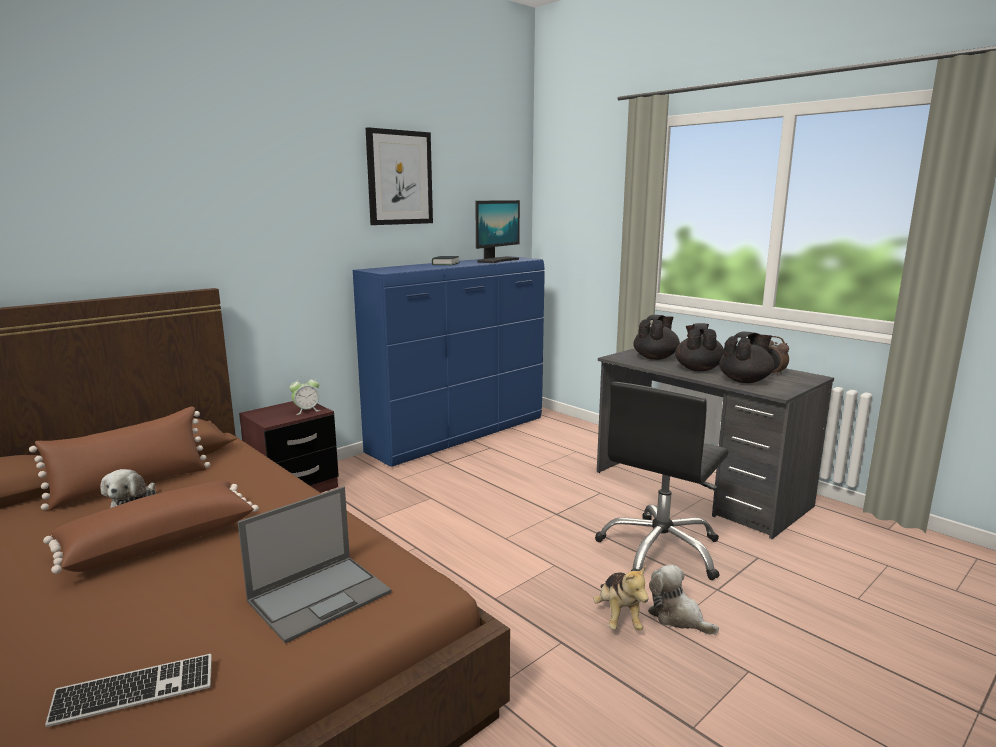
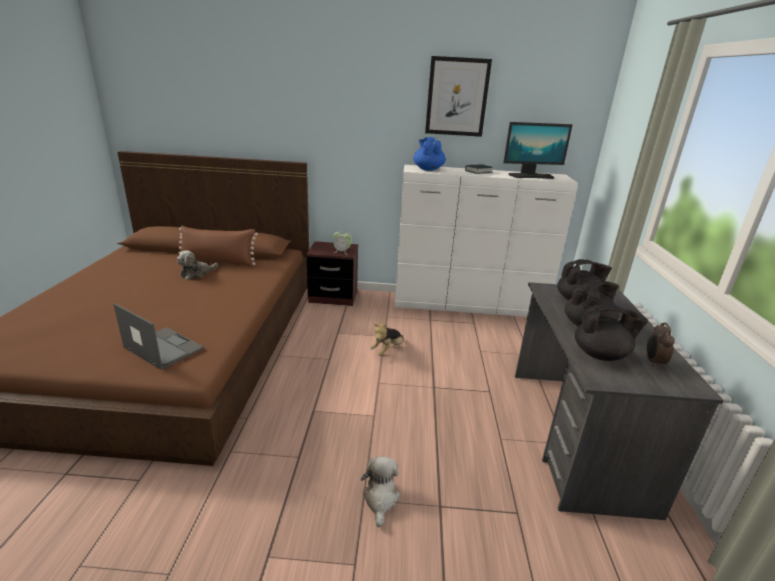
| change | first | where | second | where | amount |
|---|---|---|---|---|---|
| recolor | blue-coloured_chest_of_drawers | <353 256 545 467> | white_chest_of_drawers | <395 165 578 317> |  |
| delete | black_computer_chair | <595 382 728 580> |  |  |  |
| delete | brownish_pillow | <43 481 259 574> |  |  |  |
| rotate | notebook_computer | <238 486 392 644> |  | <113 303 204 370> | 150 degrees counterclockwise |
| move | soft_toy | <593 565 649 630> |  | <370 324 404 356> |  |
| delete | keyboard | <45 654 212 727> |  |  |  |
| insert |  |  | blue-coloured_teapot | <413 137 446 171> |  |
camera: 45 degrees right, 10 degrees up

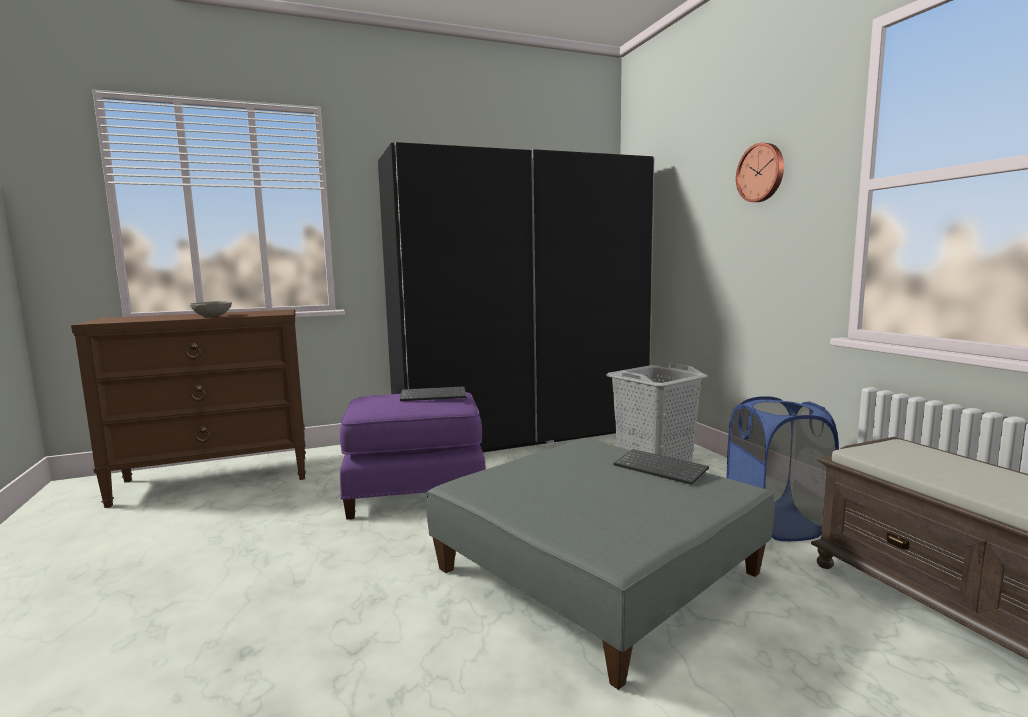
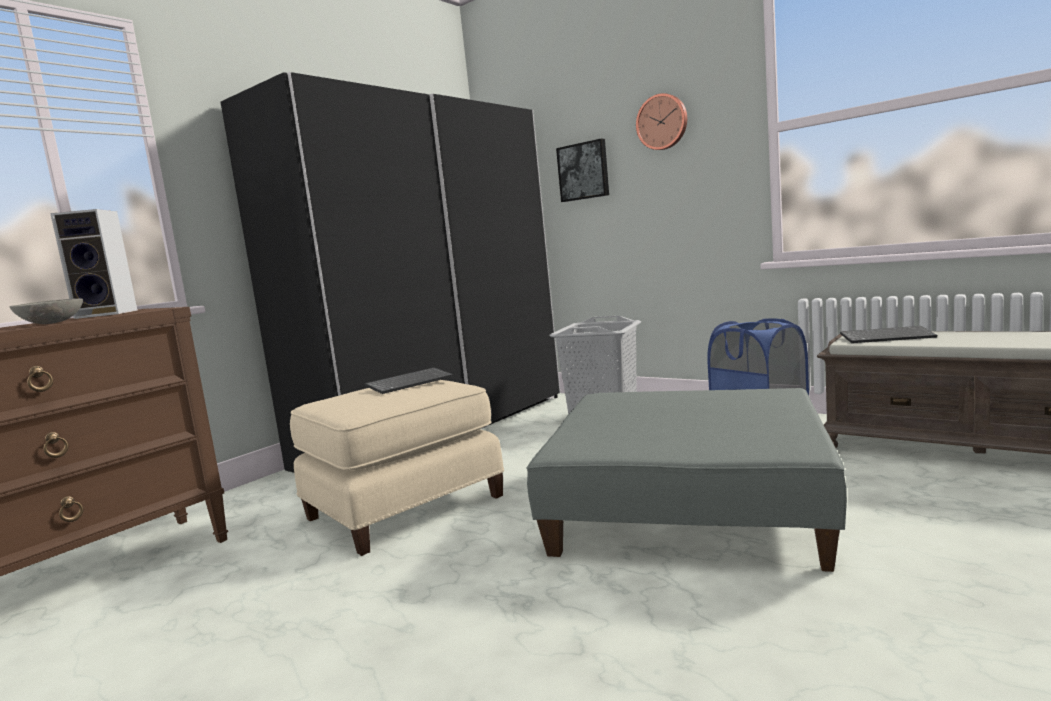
| change | first | where | second | where | amount |
|---|---|---|---|---|---|
| recolor | purple_footrest | <340 392 486 520> | sand-coloured_footrest | <290 380 504 556> |  |
| move | keyboard | <614 449 709 485> |  | <840 326 937 343> |  |
| insert |  |  | wall_picture | <556 138 609 202> |  |
| insert |  |  | audio_speaker | <50 209 138 319> |  |
camera: 30 degrees left, 0 degrees up

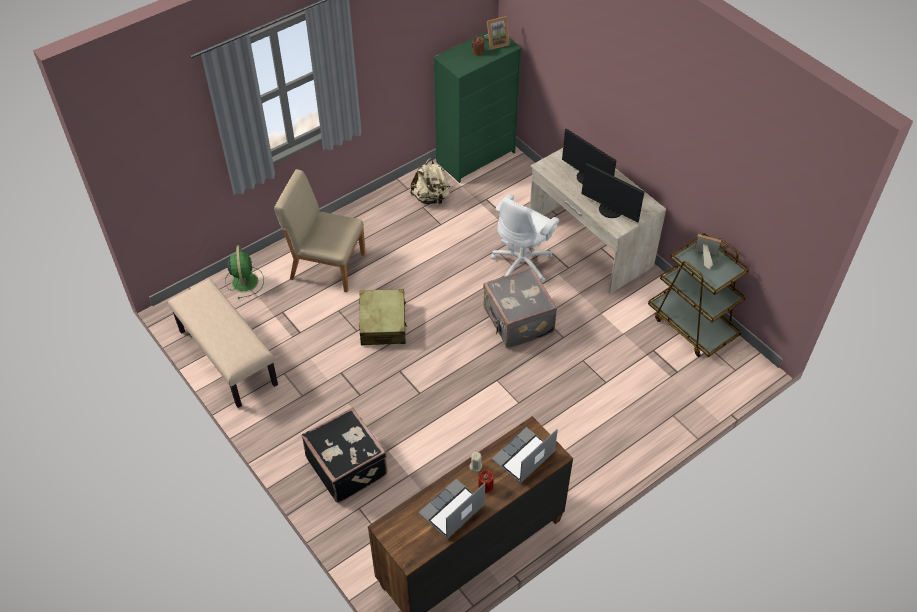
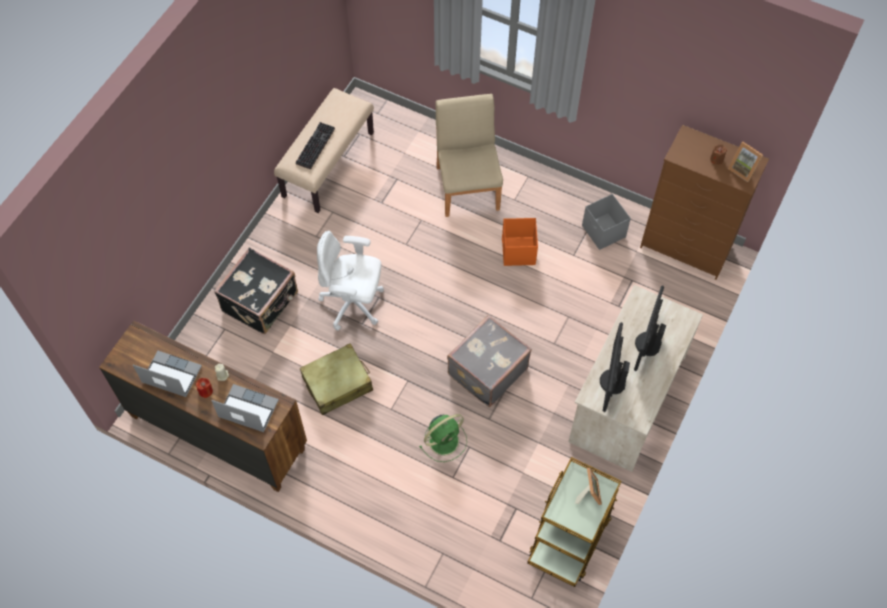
| change | first | where | second | where | amount |
|---|---|---|---|---|---|
| recolor | greenish_chest_of_drawers | <433 31 522 183> | brownish_chest_of_drawers | <640 125 769 280> |  |
| replace | sand-coloured_knapsack | <410 158 450 204> | greyish_storage_container | <582 194 631 250> |  |
| move | white_computer_chair | <491 194 559 283> |  | <317 231 384 331> |  |
| move | greenish_cooling_fan | <225 245 264 299> |  | <420 414 467 462> |  |
| move | sand-coloured_travel_case | <359 289 407 345> |  | <300 343 373 415> |  |
| insert |  |  | keyboard | <296 122 335 169> |  |
| insert |  |  | orangey_storage_container | <502 218 538 266> |  |
camera: 65 degrees right, 10 degrees up

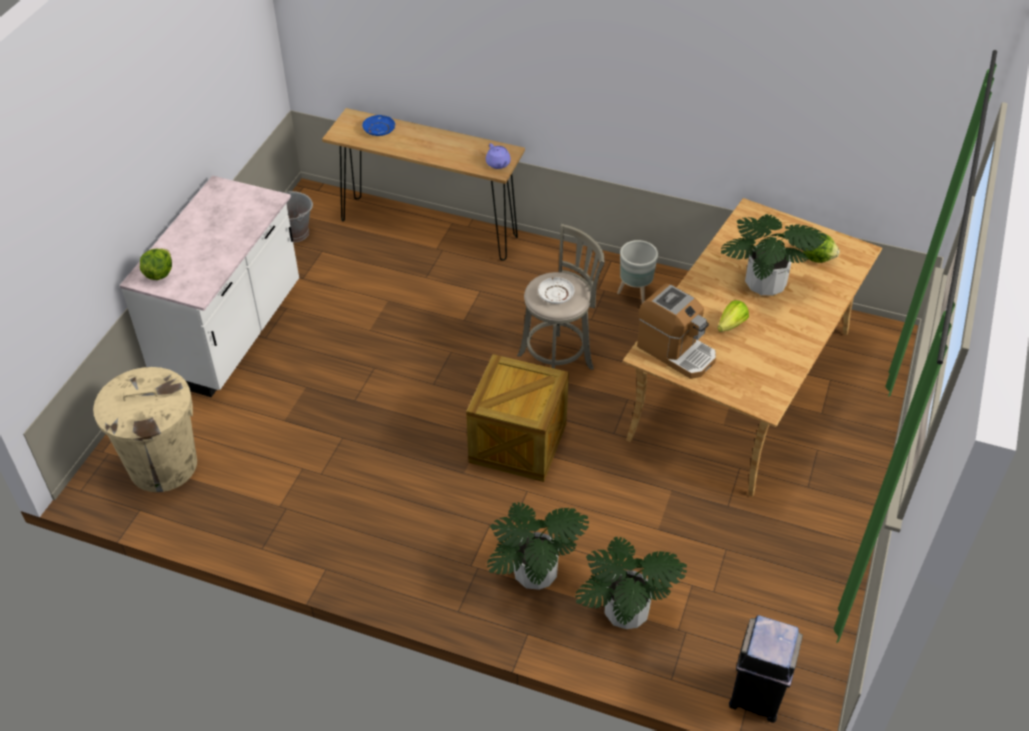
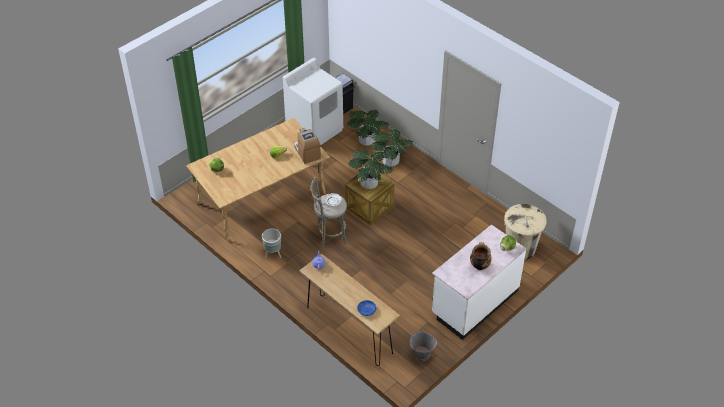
| change | first | where | second | where | amount |
|---|---|---|---|---|---|
| move | potted_plant | <721 214 827 296> |  | <348 150 393 189> |  |
| insert |  |  | white_laundry_machine | <283 58 343 145> |  |
| insert |  |  | saucepot | <470 242 492 270> |  |
camera: 155 degrees left, 0 degrees up

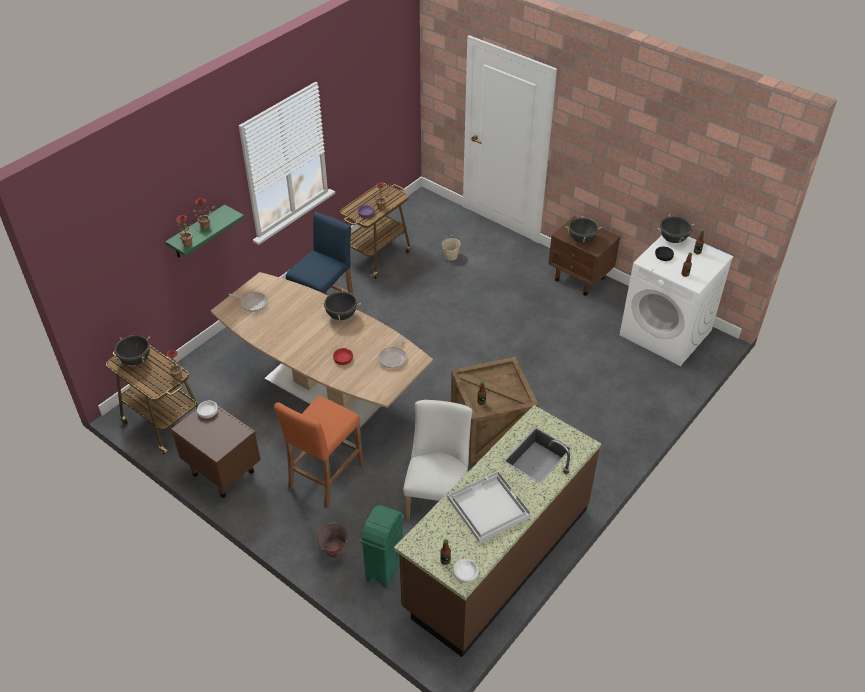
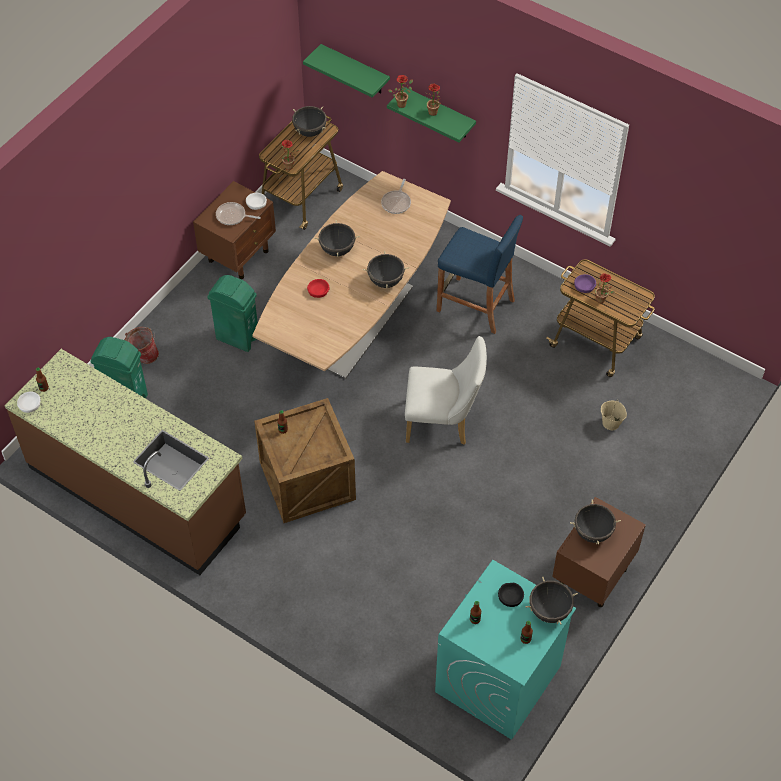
| change | first | where | second | where | amount |
|---|---|---|---|---|---|
| recolor | white_laundry_machine | <620 235 734 366> | turquoise_laundry_machine | <435 560 576 740> |  |
| move | frying_pan | <378 336 407 368> |  | <216 202 261 225> |  |
| replace | orangey_sitting_stool | <274 396 363 509> | greenish_trash_can | <207 275 258 352> |  |
| move | white_chair | <403 400 472 519> |  | <405 336 487 445> |  |
| delete | white_tray | <447 471 532 543> |  |  |  |
| insert |  |  | greenish_wall_shelf | <303 44 390 98> |  |
| insert |  |  | black_saucepot | <314 220 360 257> |  |
camera: 85 degrees right, 10 degrees up

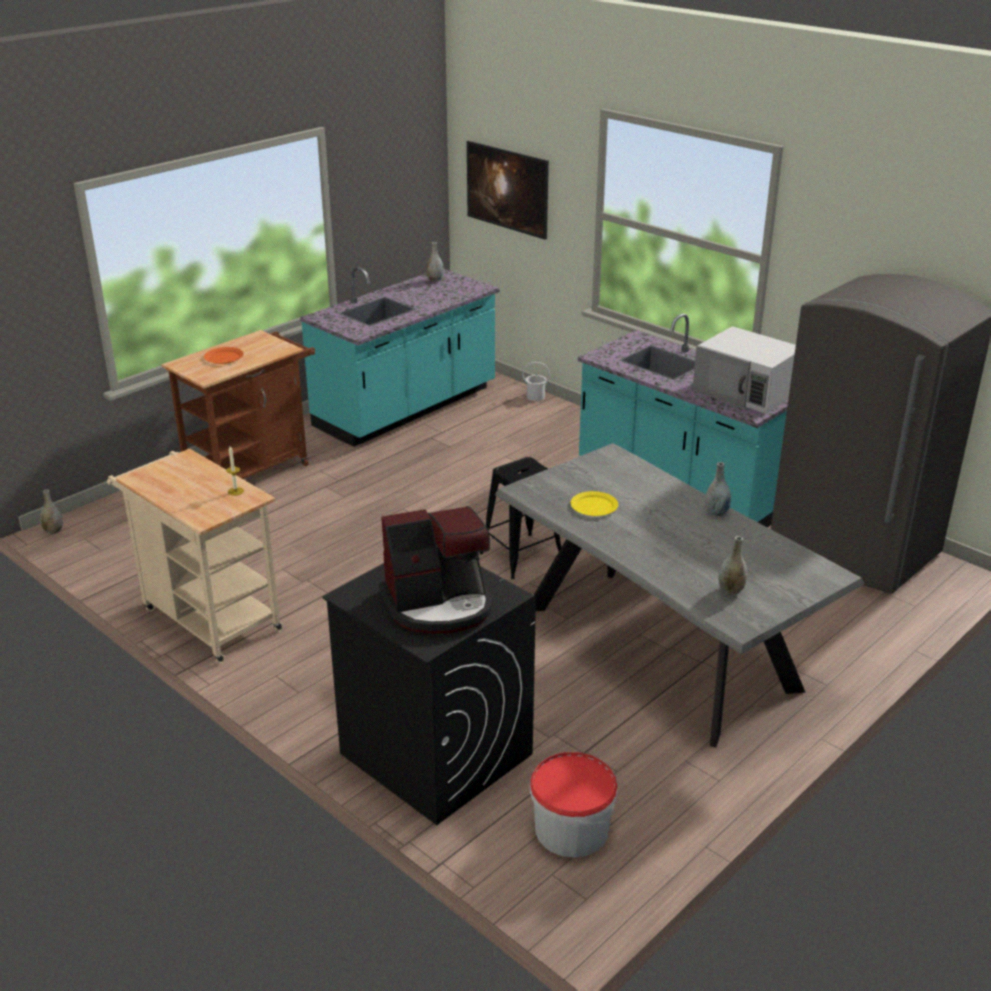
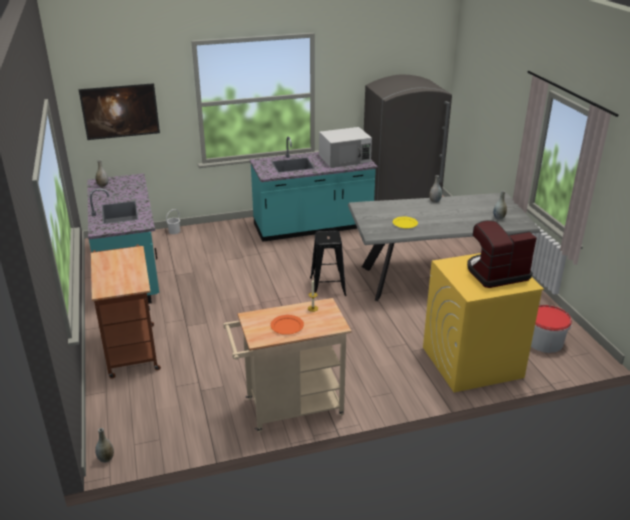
| change | first | where | second | where | amount |
|---|---|---|---|---|---|
| move | orangey_dinner_plate | <204 347 244 364> |  | <270 315 304 335> |  |
| rotate | coffee_maker | <379 506 492 634> |  | <467 220 537 288> | 120 degrees counterclockwise |
| recolor | black_laundry_machine | <322 564 536 825> | yellow-coloured_laundry_machine | <423 253 544 392> |  |
camera: 60 degrees left, 0 degrees up

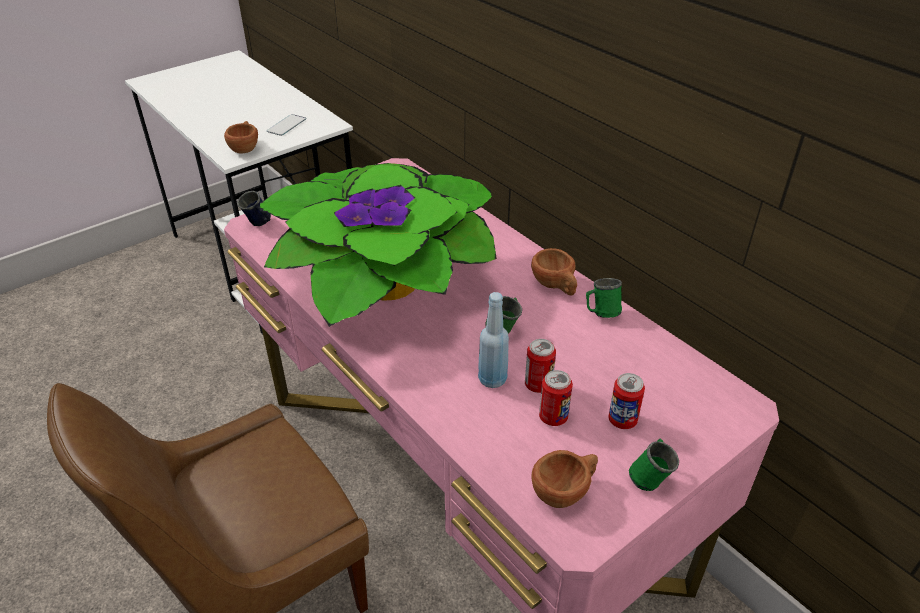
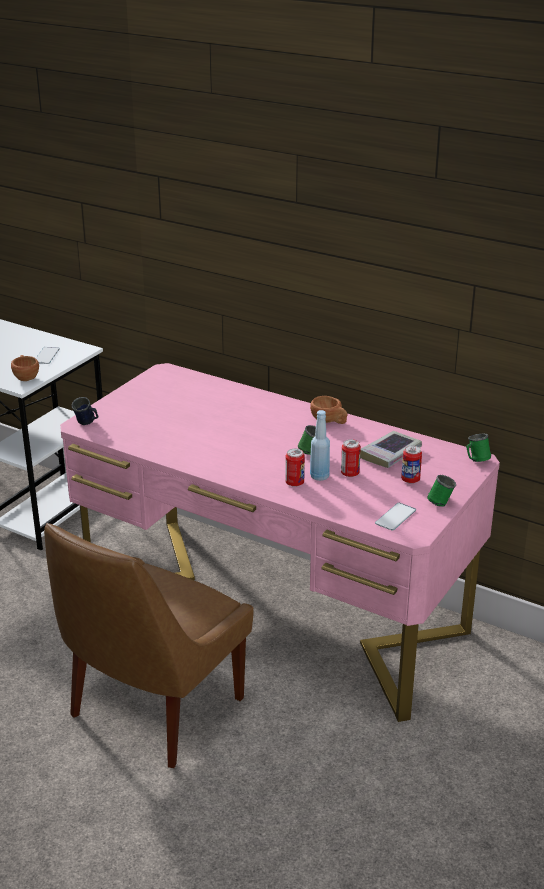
| change | first | where | second | where | amount |
|---|---|---|---|---|---|
| delete | potted_plant | <260 163 497 327> |  |  |  |
| move | greenish_mug | <586 278 622 318> |  | <466 434 491 462> |  |
| move | can | <539 370 573 426> |  | <285 448 305 487> |  |
| replace | brownish_cup | <531 450 598 508> | handset | <375 503 416 531> |  |
| insert |  |  | volume | <360 431 422 468> |  |
camera: 20 degrees left, 10 degrees down

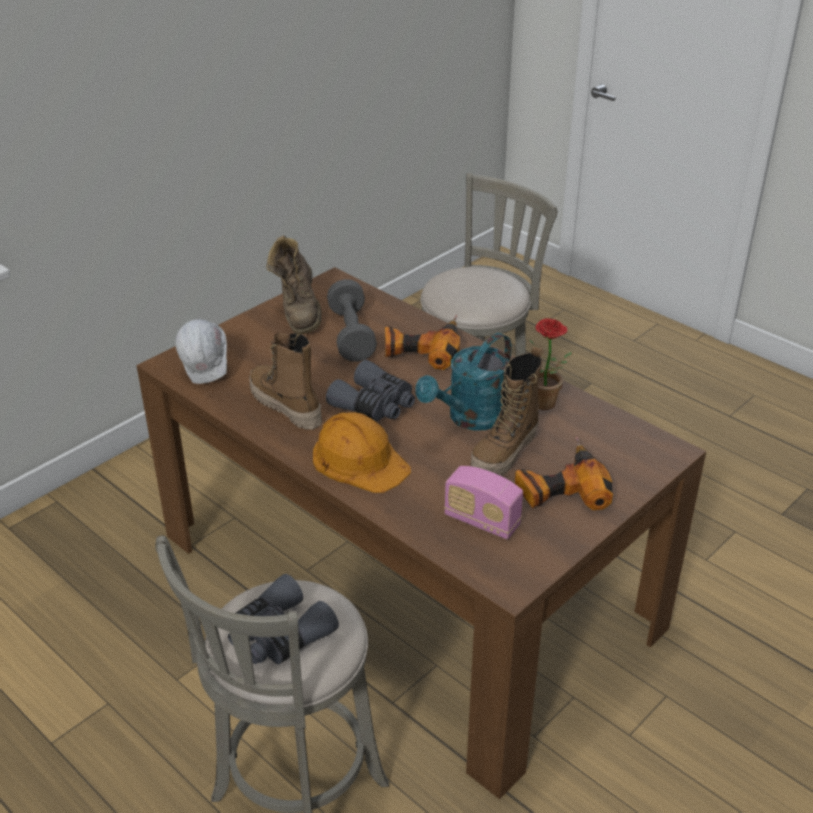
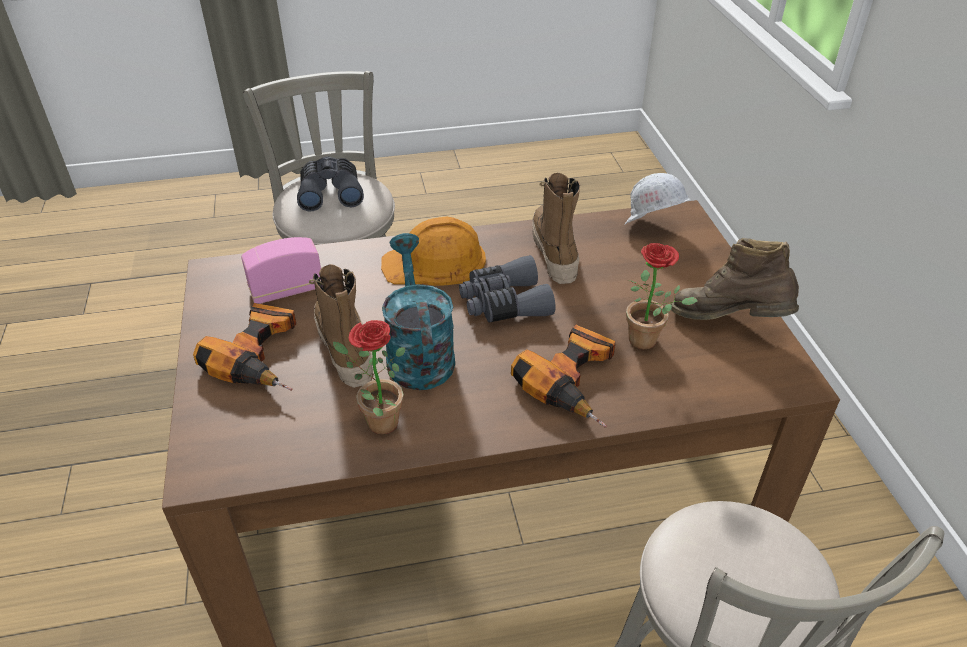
| change | first | where | second | where | amount |
|---|---|---|---|---|---|
| replace | greyish_hand_weight | <327 279 377 362> | potted_plant | <626 243 697 349> |  |
| rotate | tall_boot | <249 333 322 430> |  | <532 173 580 284> | 90 degrees counterclockwise |
camera: 125 degrees right, 5 degrees up

